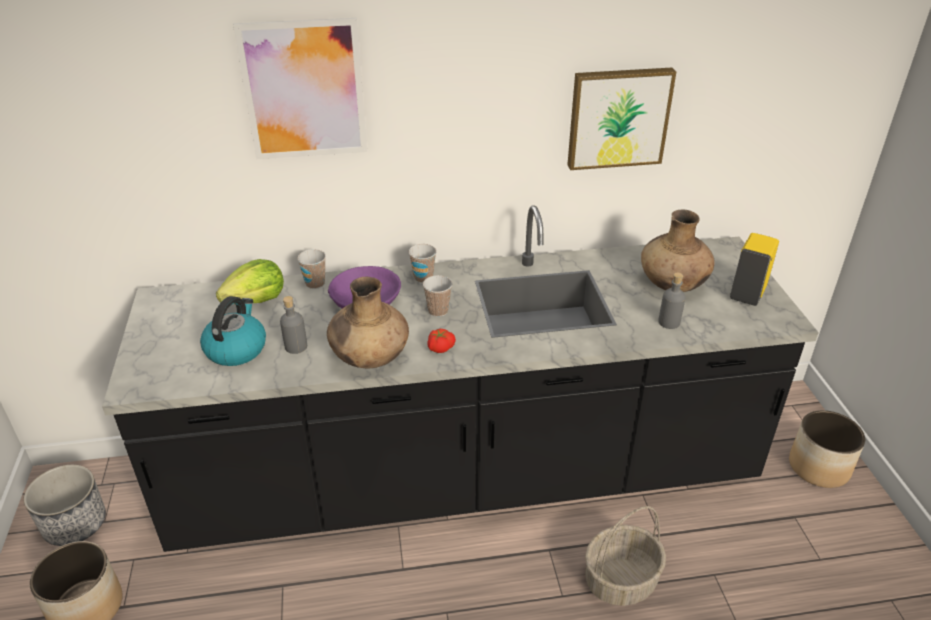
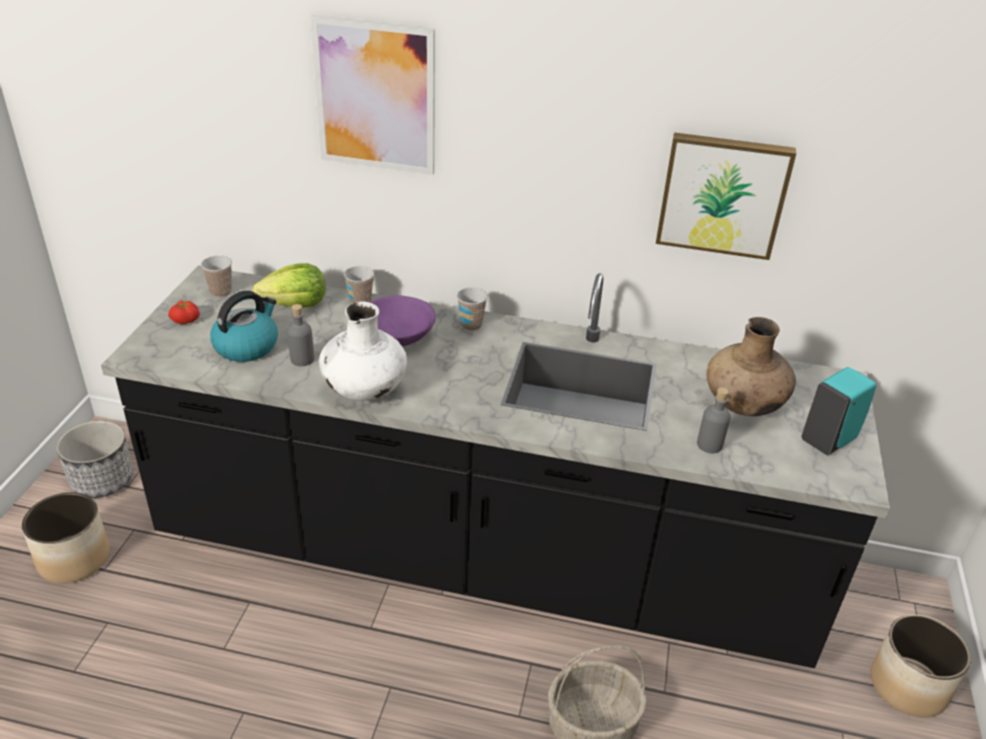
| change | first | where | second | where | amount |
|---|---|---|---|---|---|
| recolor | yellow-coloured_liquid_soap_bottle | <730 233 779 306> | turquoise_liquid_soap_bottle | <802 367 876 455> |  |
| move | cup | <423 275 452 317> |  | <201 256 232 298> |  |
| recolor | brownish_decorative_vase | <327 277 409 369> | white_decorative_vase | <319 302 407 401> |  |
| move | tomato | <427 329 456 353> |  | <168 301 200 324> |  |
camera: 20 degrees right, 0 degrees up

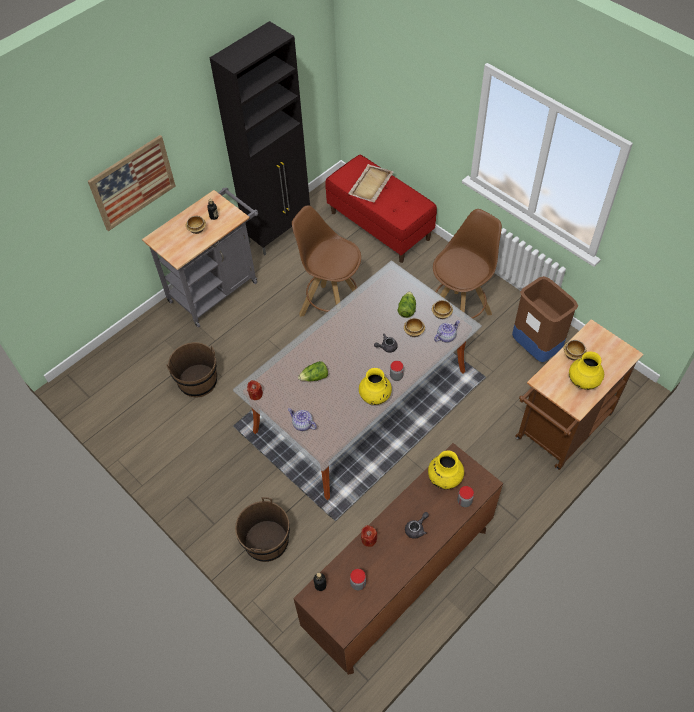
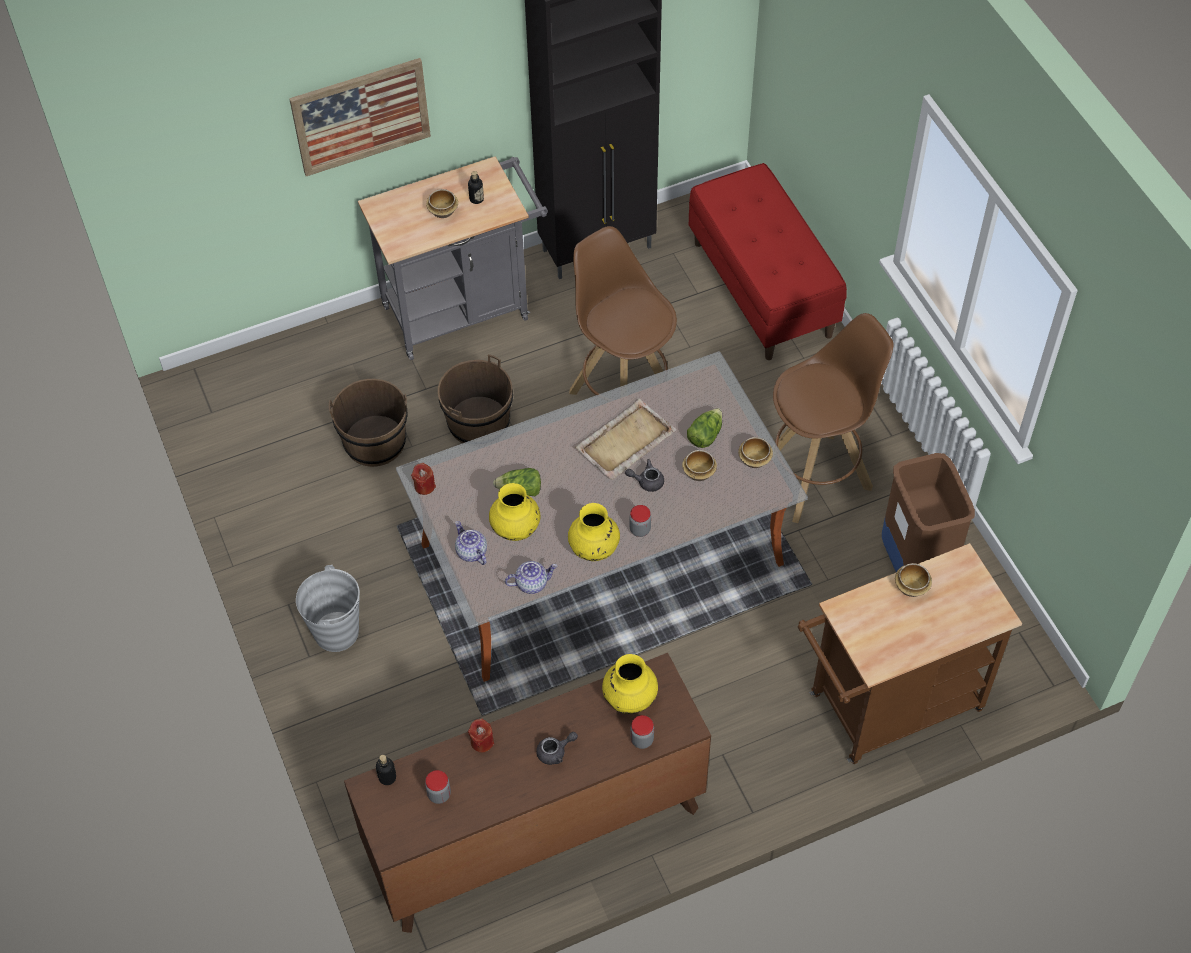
| change | first | where | second | where | amount |
|---|---|---|---|---|---|
| move | sand-coloured_tray | <348 164 394 202> |  | <575 399 677 480> |  |
| move | teapot | <434 320 460 342> |  | <505 561 557 594> |  |
| move | yellow-coloured_decorative_vase | <569 352 604 390> |  | <489 483 540 541> |  |
| move | brownish_pail | <235 497 290 562> |  | <438 354 513 443> |  |
| insert |  |  | greyish_pail | <296 565 360 652> |  |
camera: 20 degrees right, 0 degrees up

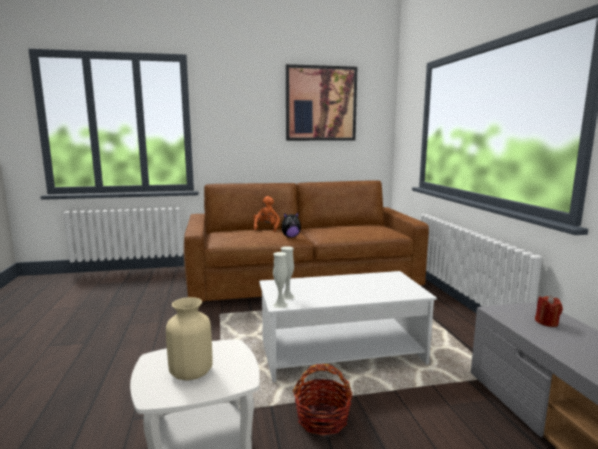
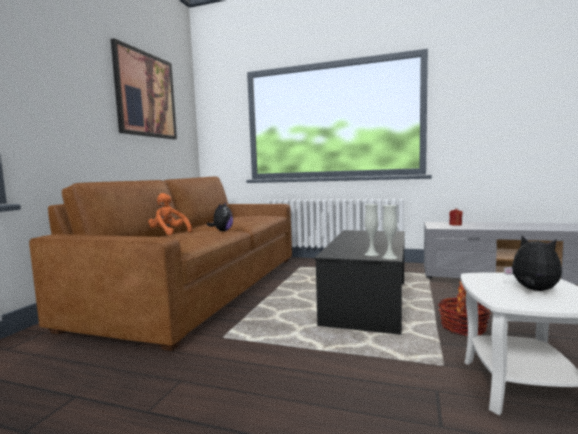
| change | first | where | second | where | amount |
|---|---|---|---|---|---|
| recolor | white_coffee_table | <259 271 437 382> | black_coffee_table | <314 230 405 335> |  |
| replace | sand-coloured_decorative_vase | <166 297 213 380> | soft_toy | <504 235 562 291> |  |
camera: 60 degrees left, 5 degrees down

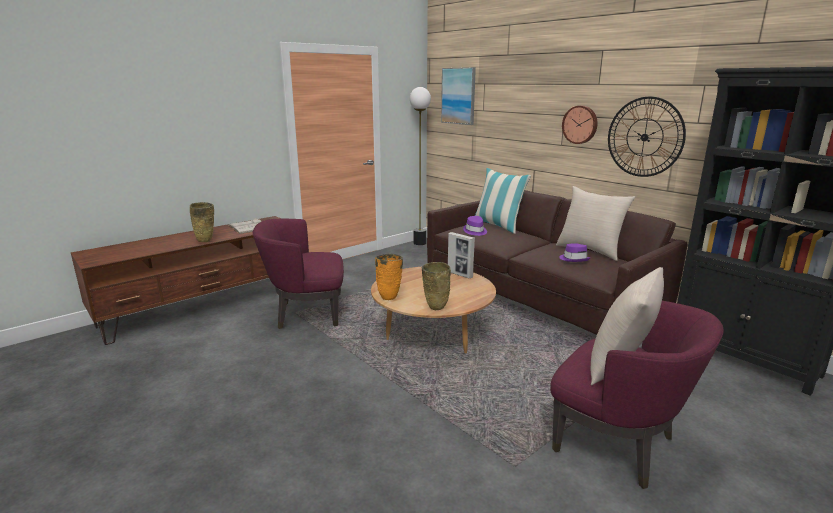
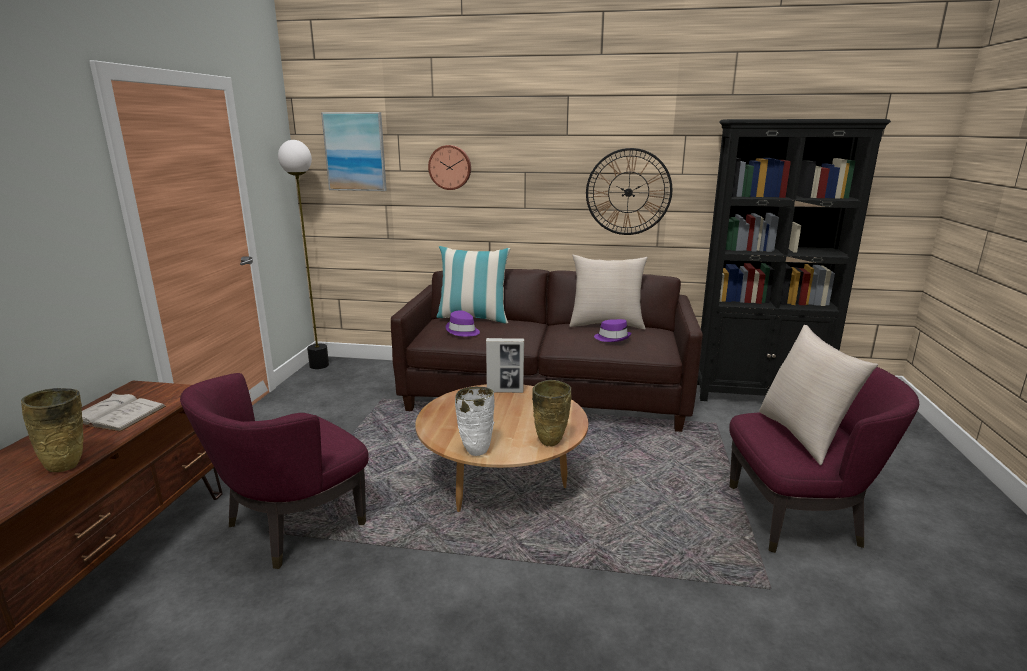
| change | first | where | second | where | amount |
|---|---|---|---|---|---|
| move | hanging_clock | <562 105 598 144> |  | <428 145 471 190> |  |
| recolor | orangey_decorative_vase | <375 254 403 300> | white_decorative_vase | <455 387 494 456> |  |
camera: 40 degrees left, 0 degrees up

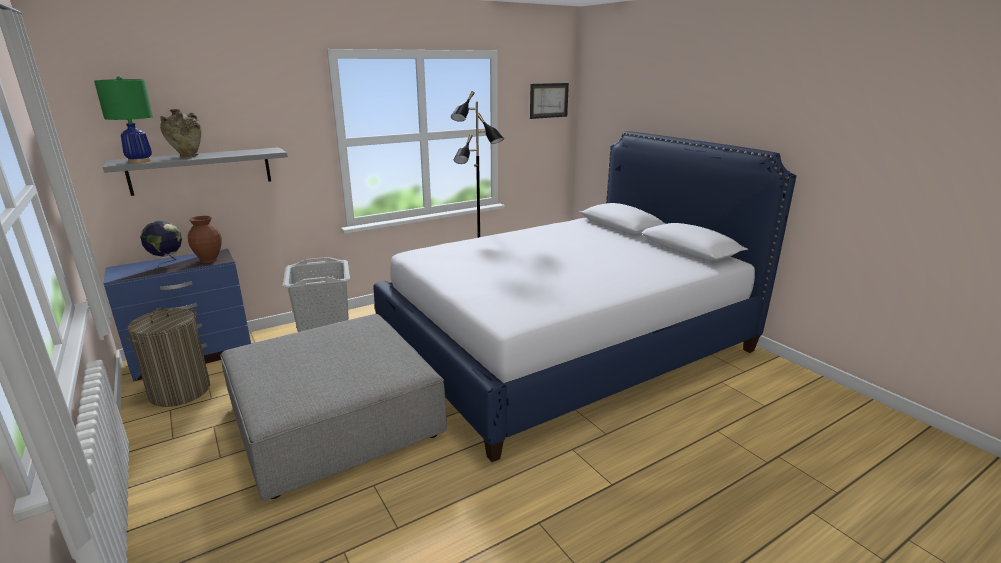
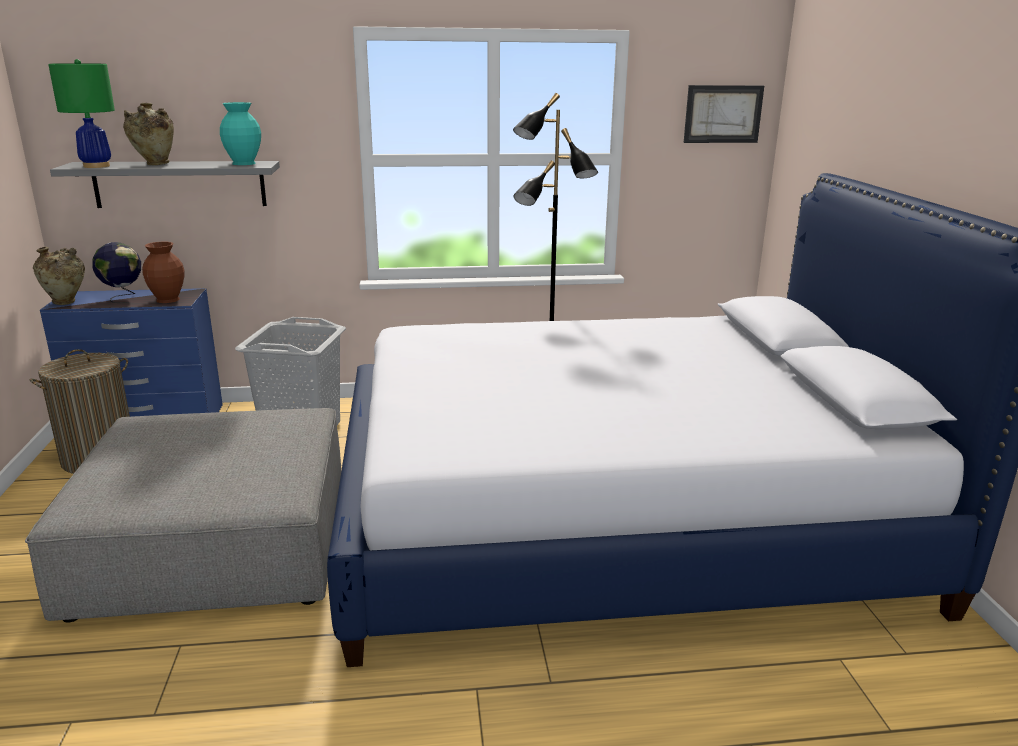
| change | first | where | second | where | amount |
|---|---|---|---|---|---|
| insert |  |  | turquoise_decorative_vase | <220 102 261 165> |  |
| insert |  |  | sand-coloured_decorative_vase | <33 247 85 305> |  |
camera: 25 degrees right, 0 degrees up

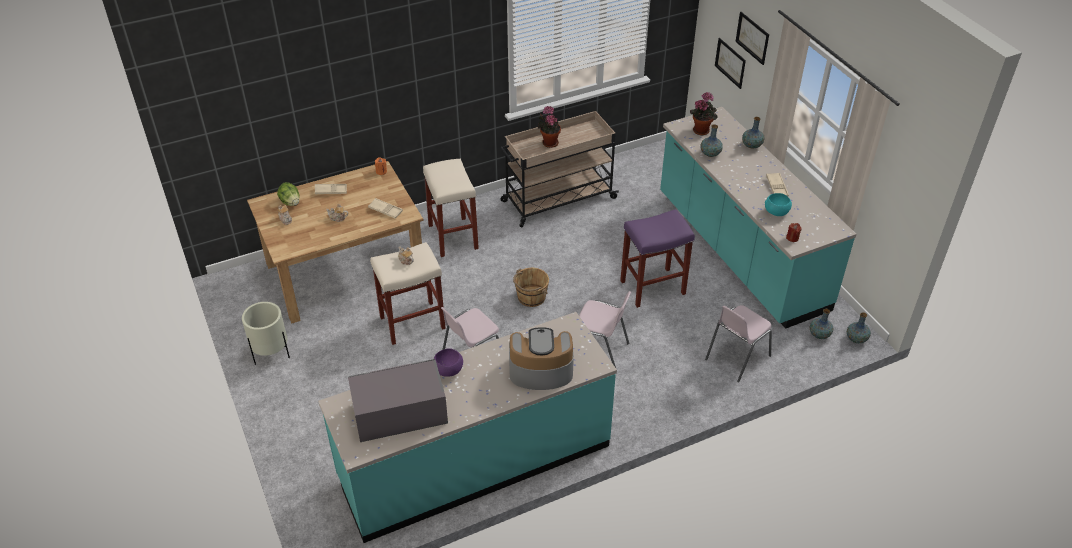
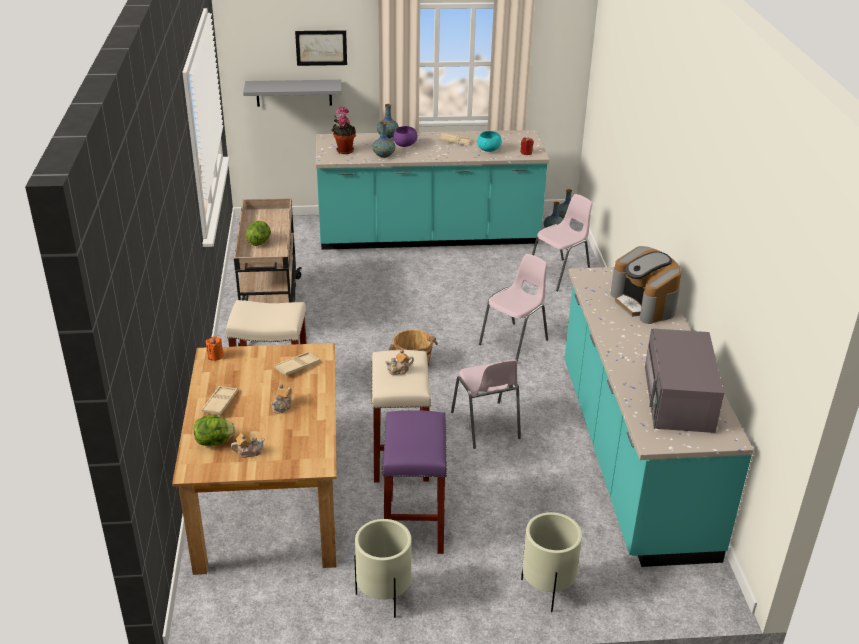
| change | first | where | second | where | amount |
|---|---|---|---|---|---|
| replace | wall_picture | <715 38 746 89> | greyish_wall_shelf | <243 80 342 107> |  |
| replace | potted_plant | <538 106 561 148> | lettuce_head | <246 221 271 246> |  |
| move | purple_sitting_stool | <620 209 695 308> |  | <382 410 447 554> |  |
| rotate | pinkish_chair | <705 305 772 382> |  | <532 194 593 291> | 105 degrees counterclockwise |
| rotate | coffee_maker | <509 327 574 390> |  | <611 246 681 324> | 45 degrees counterclockwise |
| move | purple_serving_bowl | <434 348 463 377> |  | <393 126 417 147> |  |
| insert |  |  | sand-coloured_planter | <521 512 582 612> |  |
camera: 70 degrees left, 10 degrees down

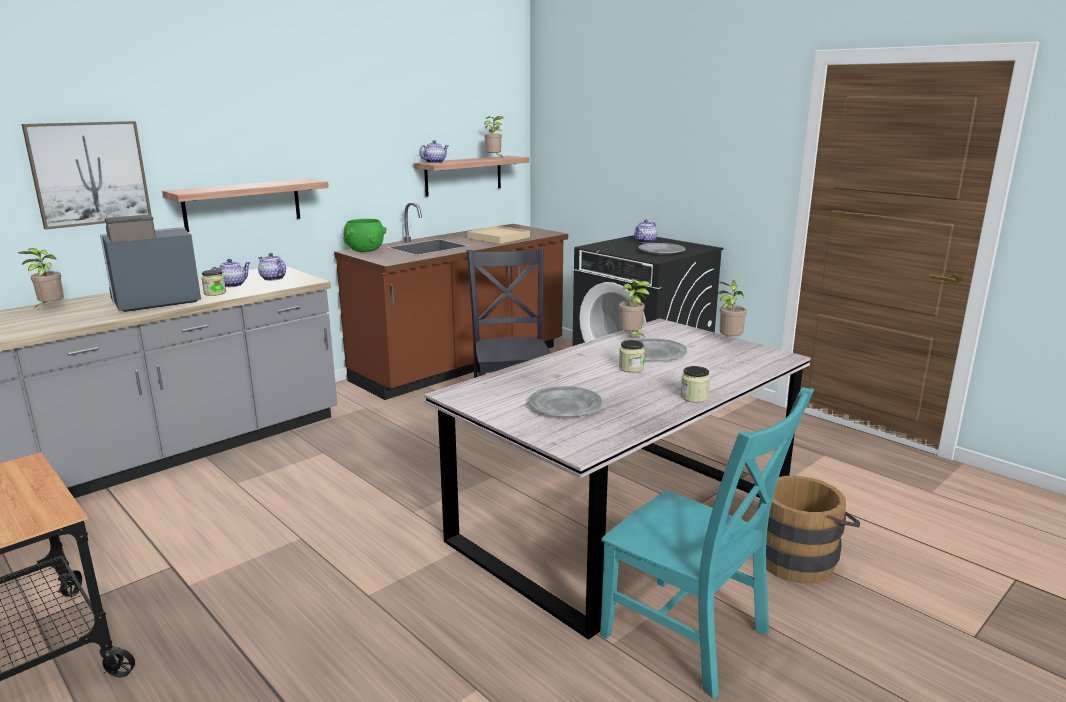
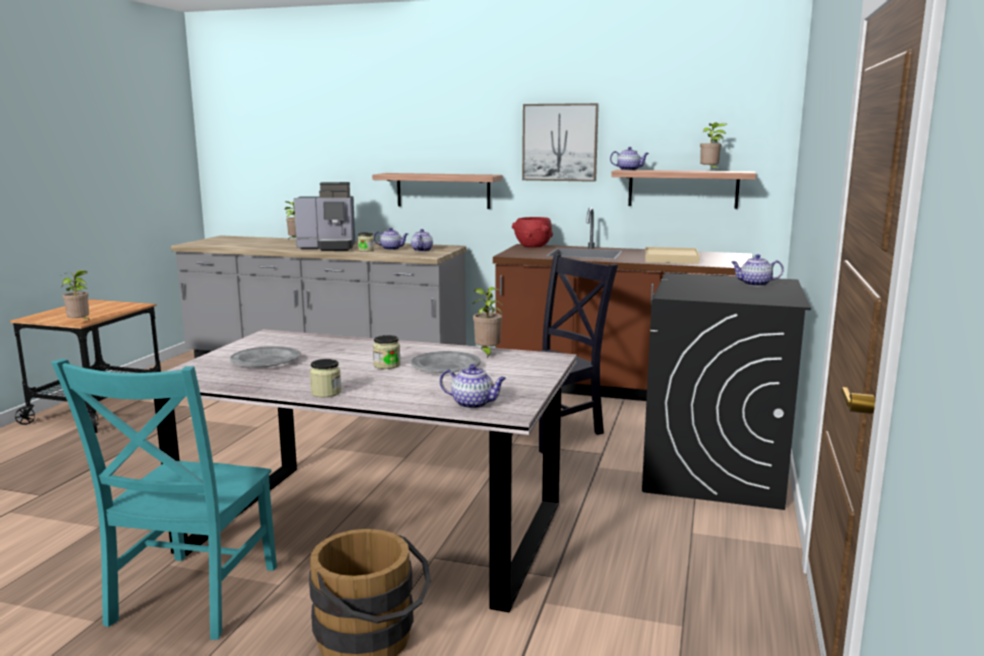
| change | first | where | second | where | amount |
|---|---|---|---|---|---|
| move | wall_picture | <22 121 152 229> |  | <522 103 599 182> |  |
| rotate | coffee_maker | <100 215 201 312> |  | <294 182 355 251> | 150 degrees clockwise |
| recolor | greenish_serving_bowl | <343 219 386 253> | reddish_serving_bowl | <512 217 553 248> |  |
| delete | greyish_dinner_plate | <639 243 685 255> |  |  |  |
| move | potted_plant | <718 280 747 336> |  | <62 270 90 320> |  |
| insert |  |  | teapot | <440 364 506 409> |  |
camera: 60 degrees right, 5 degrees down

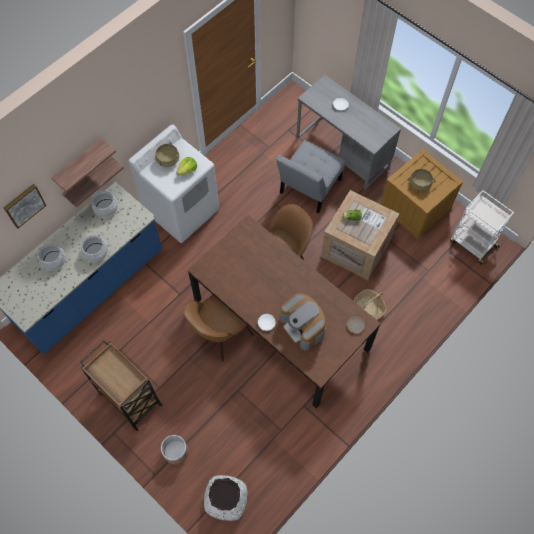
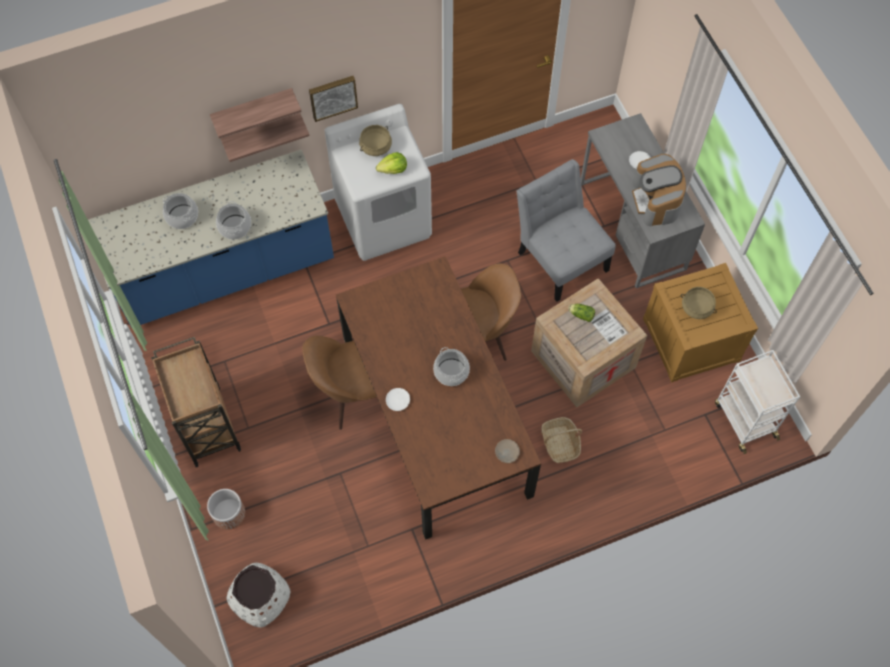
| change | first | where | second | where | amount |
|---|---|---|---|---|---|
| rotate | greyish_chair | <276 140 345 214> |  | <517 159 616 302> | 90 degrees clockwise |
| move | wall_picture | <4 184 46 228> |  | <309 76 358 122> |  |
| move | saucepot | <92 191 118 217> |  | <433 347 470 386> |  |
| move | coffee_maker | <280 293 326 350> |  | <632 154 686 226> |  |
camera: 25 degrees right, 0 degrees up

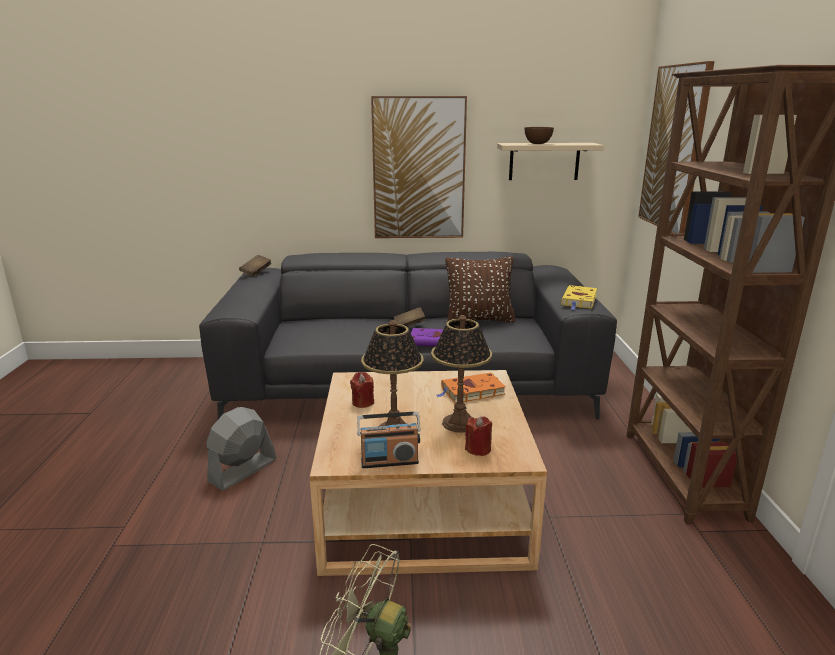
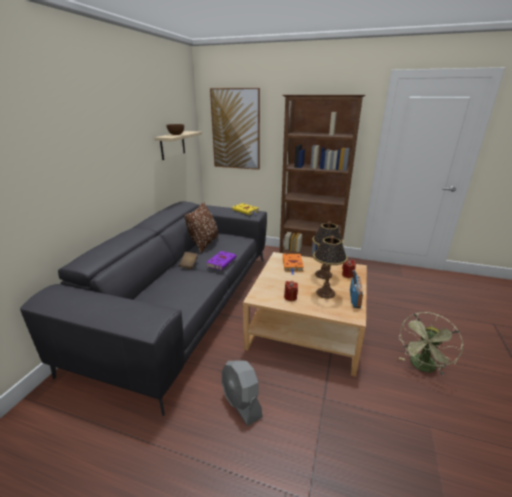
| change | first | where | second | where | amount |
|---|---|---|---|---|---|
| delete | wall_picture | <371 96 467 238> |  |  |  |
| delete | brownish_volume | <239 255 272 277> |  |  |  |
camera: 70 degrees left, 5 degrees up

